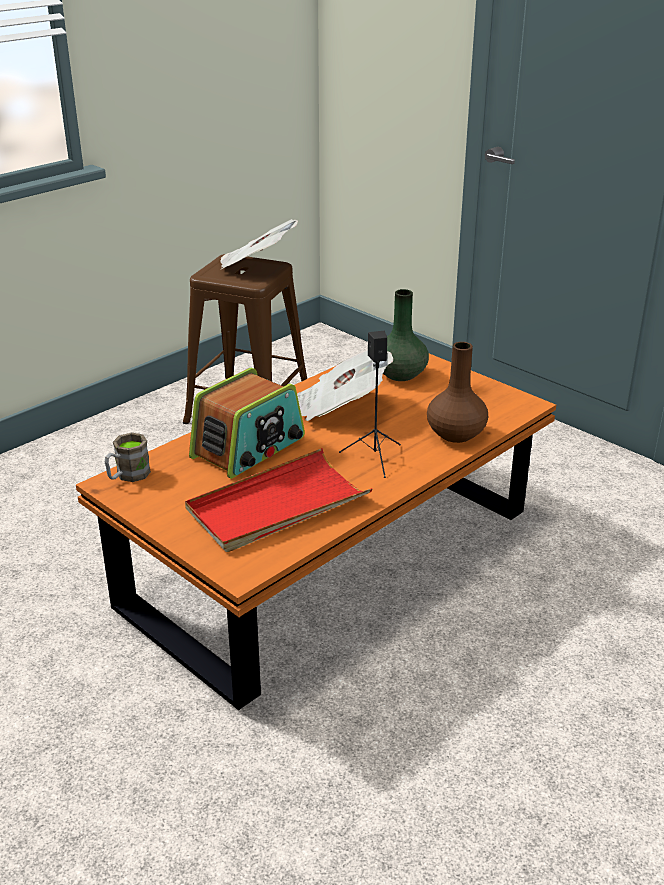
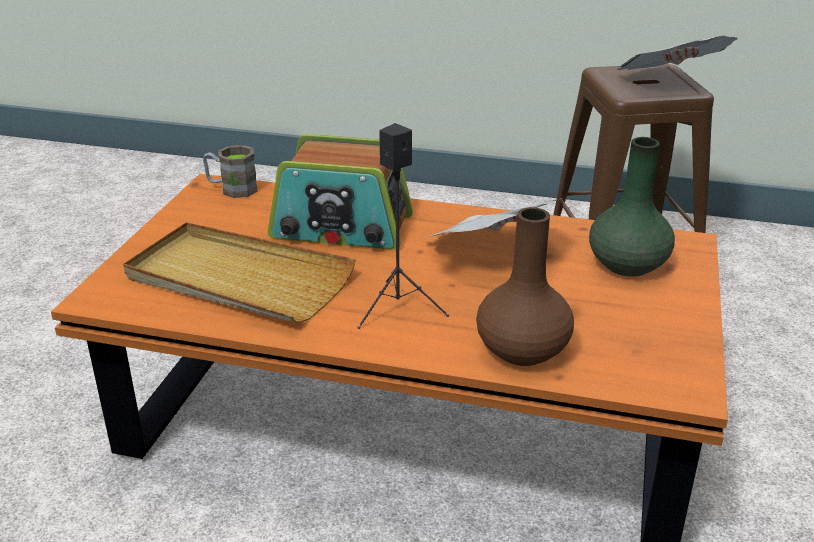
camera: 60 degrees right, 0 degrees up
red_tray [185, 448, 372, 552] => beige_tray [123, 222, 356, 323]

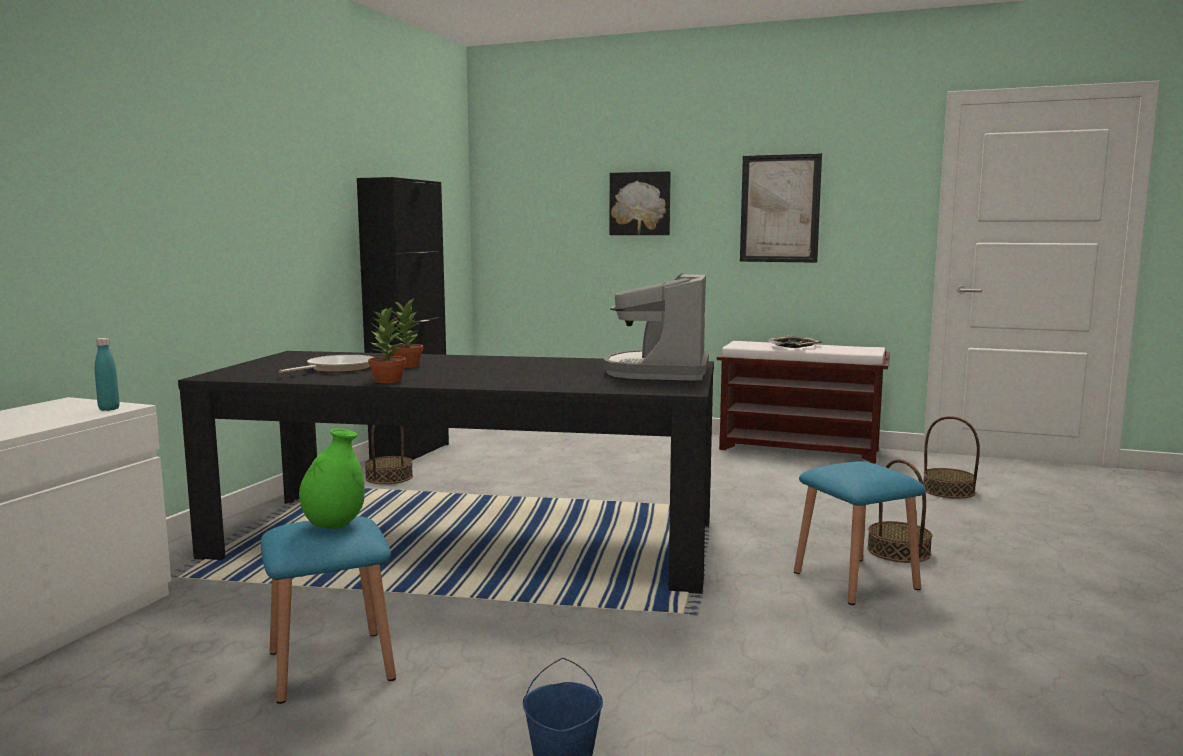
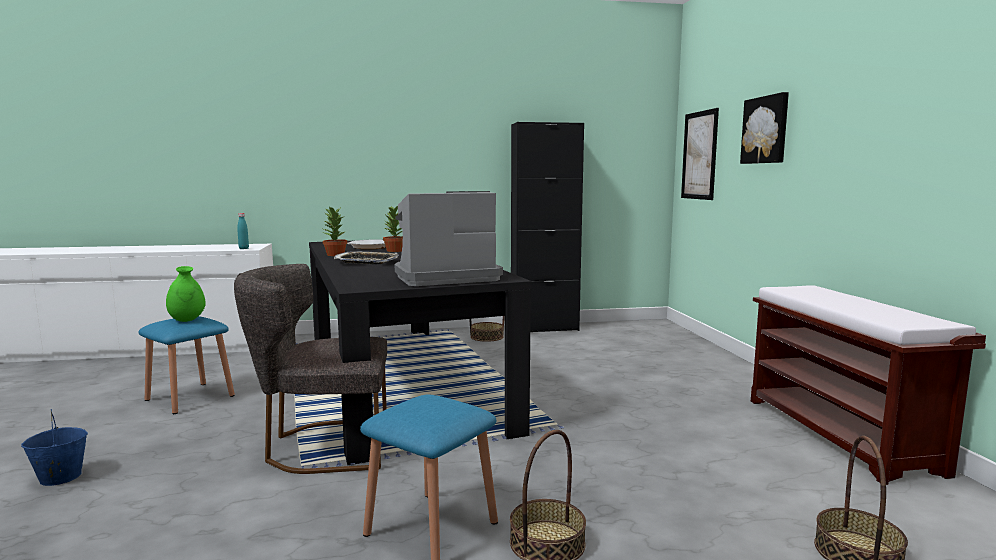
camera: 60 degrees right, 0 degrees up
nothing => grey_chair [234, 264, 387, 474]
tray [767, 336, 822, 348] => tray [334, 251, 399, 265], moved
picture [740, 153, 822, 263] => picture [681, 108, 719, 200], moved

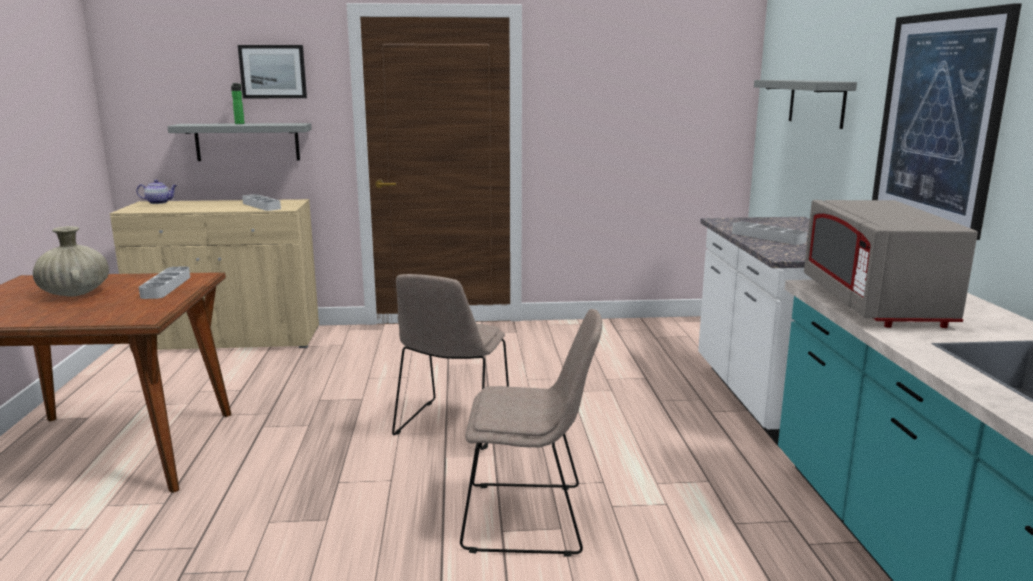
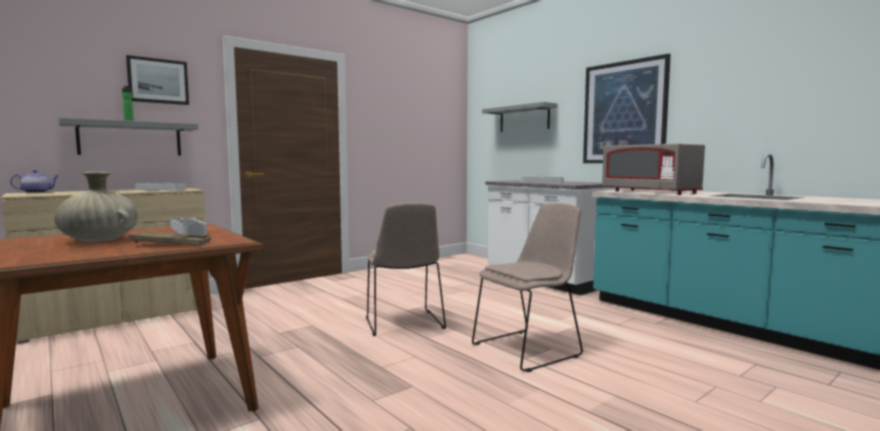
camera: 35 degrees left, 10 degrees down
nothing => brown_tray [129, 231, 211, 245]

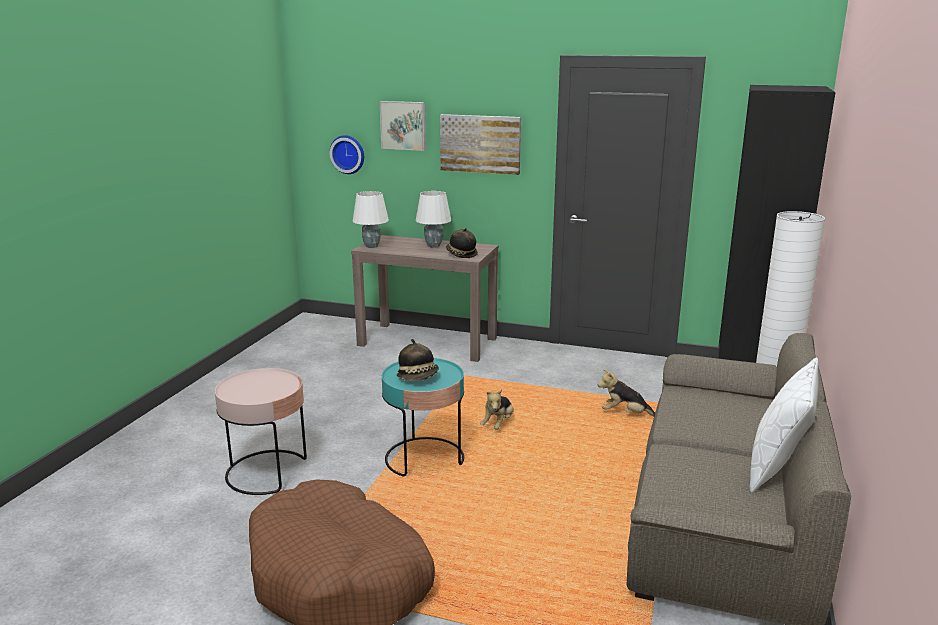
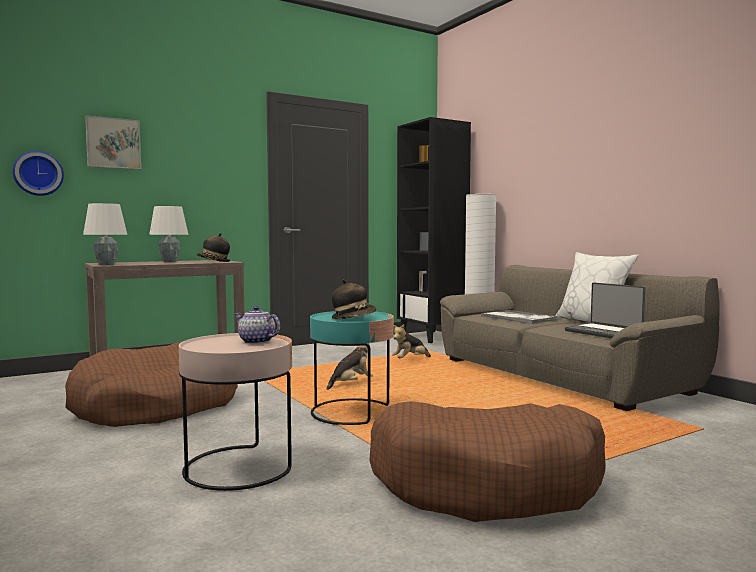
camera: 50 degrees left, 15 degrees down
nothing => brown_dog_bed [65, 341, 238, 427]
nothing => teapot [235, 306, 280, 344]
plush_toy [480, 389, 514, 430] => plush_toy [326, 343, 373, 390], 105 degrees counterclockwise
nothing => tray [481, 310, 558, 324]
nothing => laptop [565, 283, 645, 338]
picture [440, 114, 521, 175] => nothing

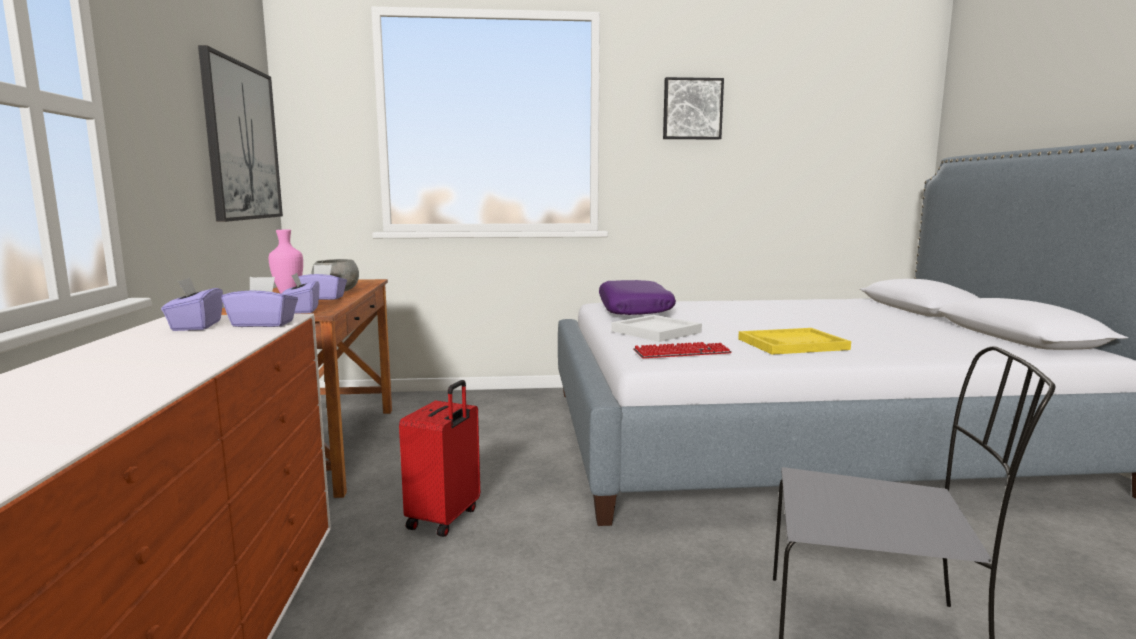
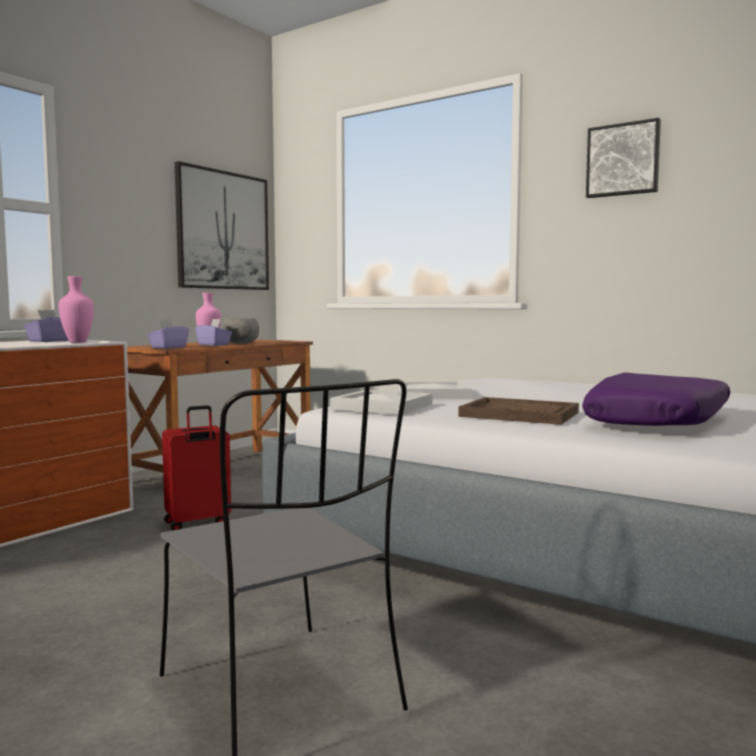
camera: 40 degrees right, 5 degrees down
purple_tissue_box [221, 277, 298, 327] => pink_vase [59, 276, 94, 343]
keyboard [633, 342, 732, 358] => white_tray [330, 390, 432, 414]
yellow_tray [738, 328, 851, 355] => brown_tray [458, 397, 579, 425]
purple_pillow [599, 280, 676, 315] => purple_pillow [582, 372, 730, 426], moved

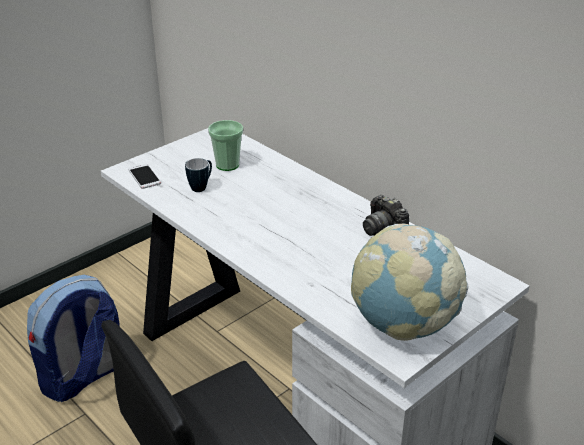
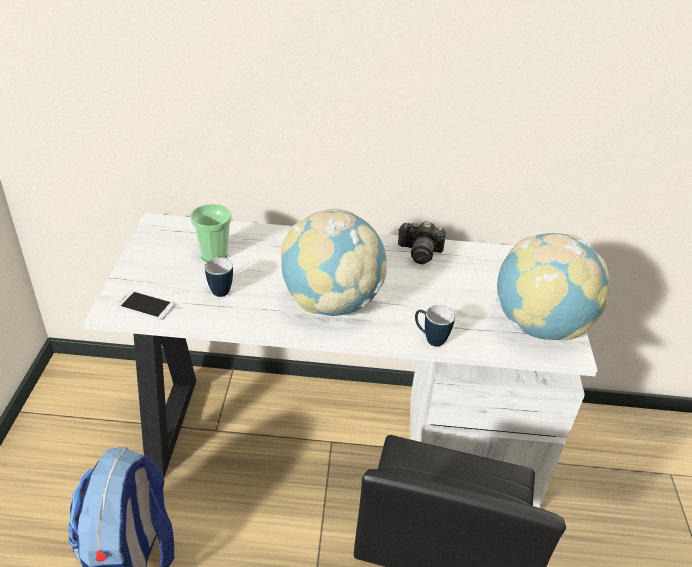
camera: 45 degrees left, 5 degrees up
nothing => globe [281, 209, 387, 316]
nothing => mug [415, 305, 455, 347]

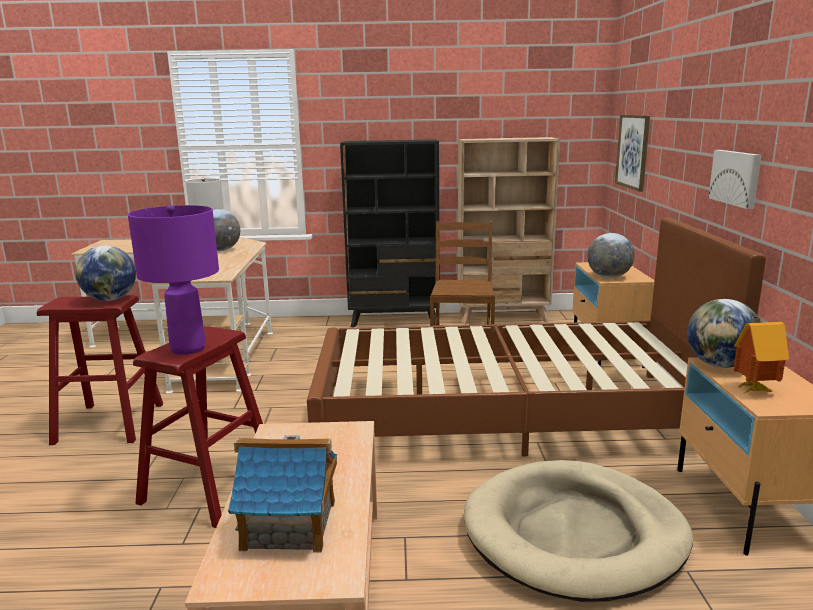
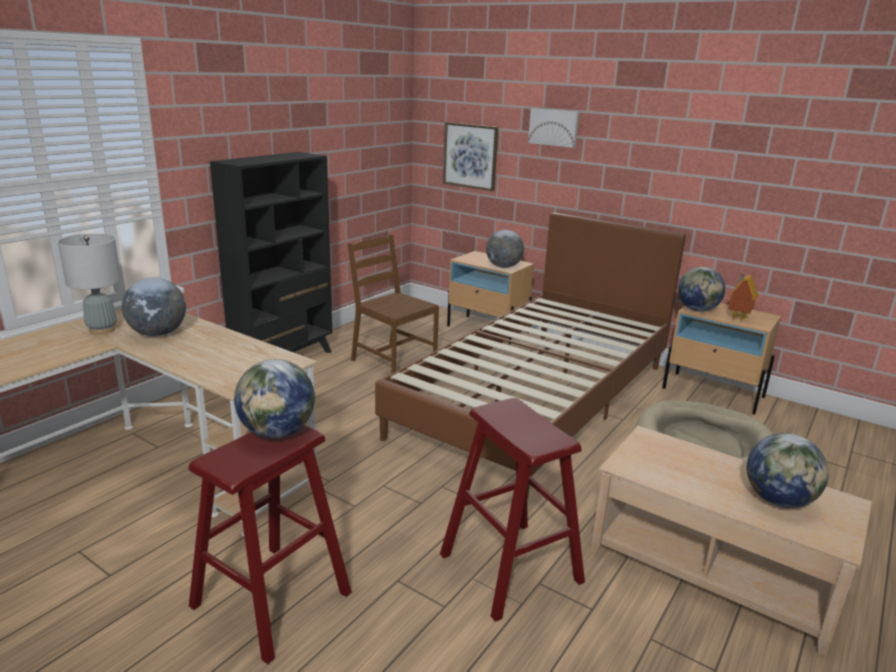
camera: 55 degrees left, 5 degrees up
picture [708, 150, 762, 209] => picture [528, 108, 579, 148], moved
toy_house [228, 435, 337, 553] => globe [747, 433, 829, 508]
purple_table_lamp [128, 205, 219, 355] => nothing
beige_bookcase [457, 137, 560, 325] => nothing

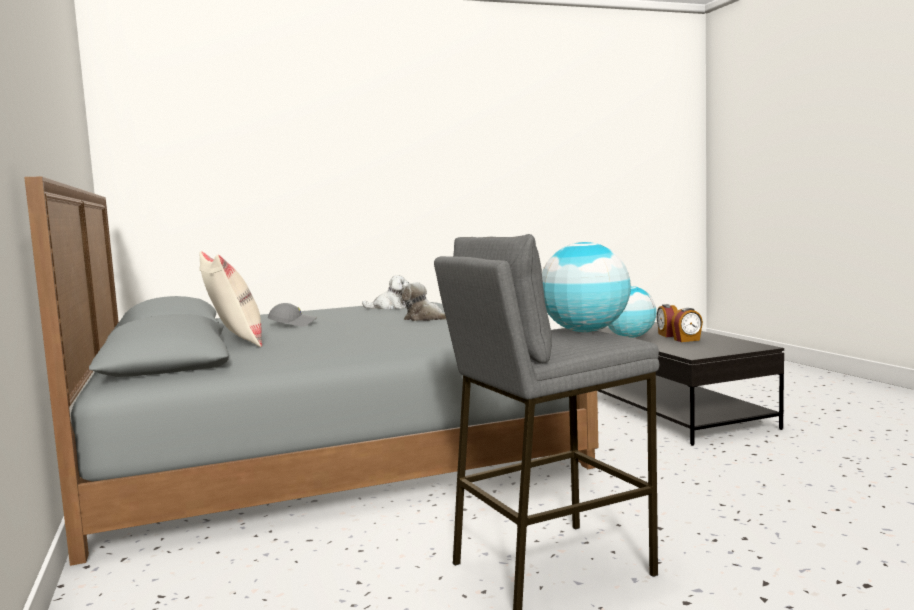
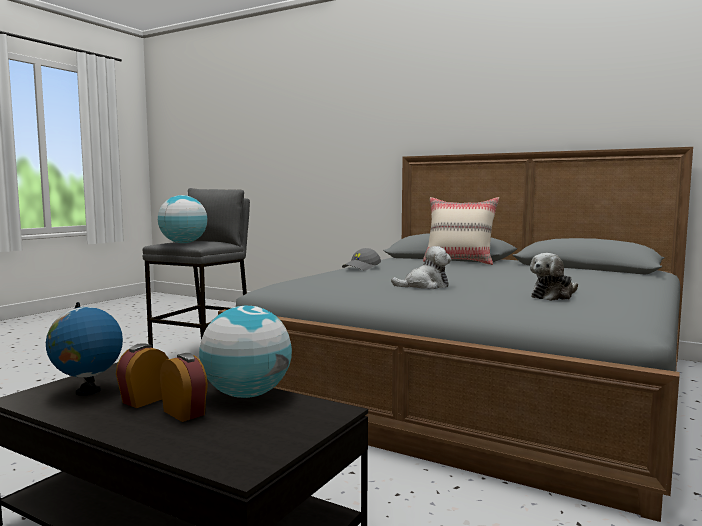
camera: 140 degrees right, 0 degrees up
nothing => globe [46, 302, 123, 396]
grey_cap [268, 303, 317, 327] => grey_cap [342, 248, 381, 270], moved

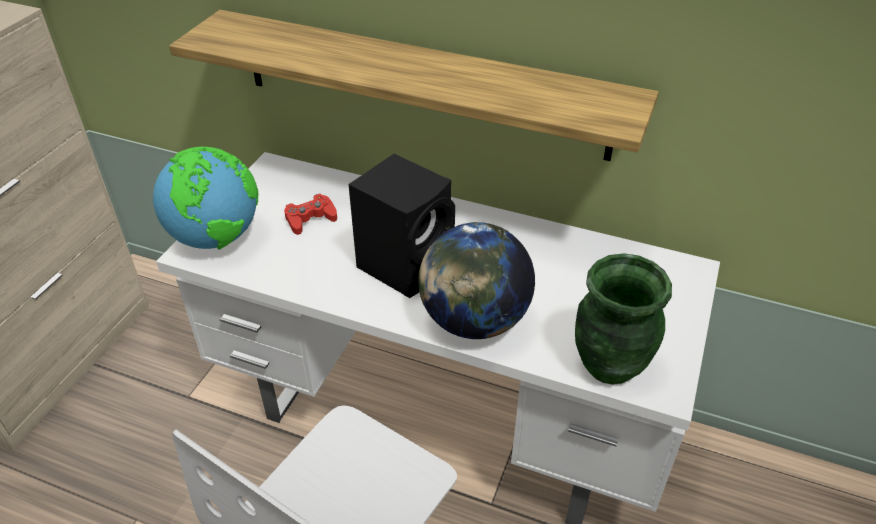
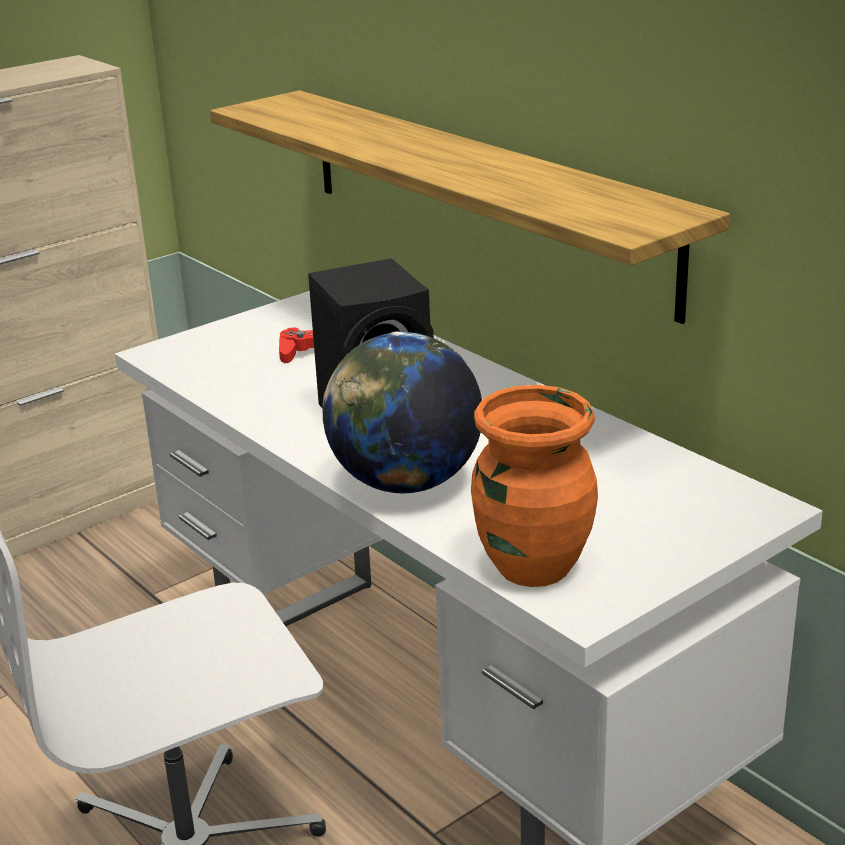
camera: 30 degrees right, 15 degrees down
green_vase [575, 253, 672, 385] => orange_vase [471, 385, 598, 587]
globe [153, 147, 259, 250] => nothing

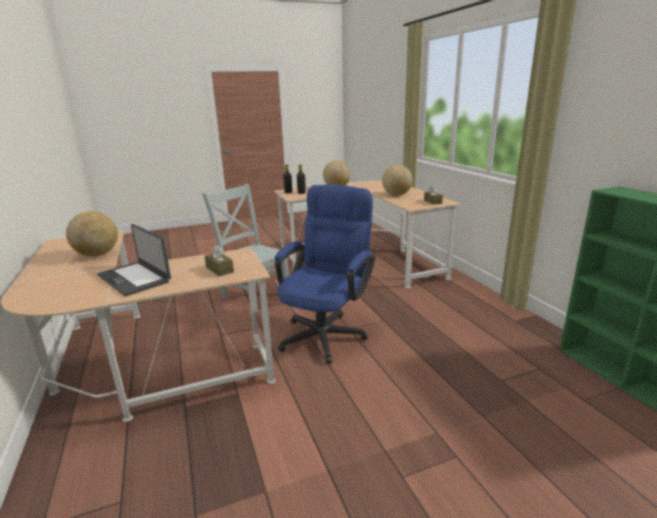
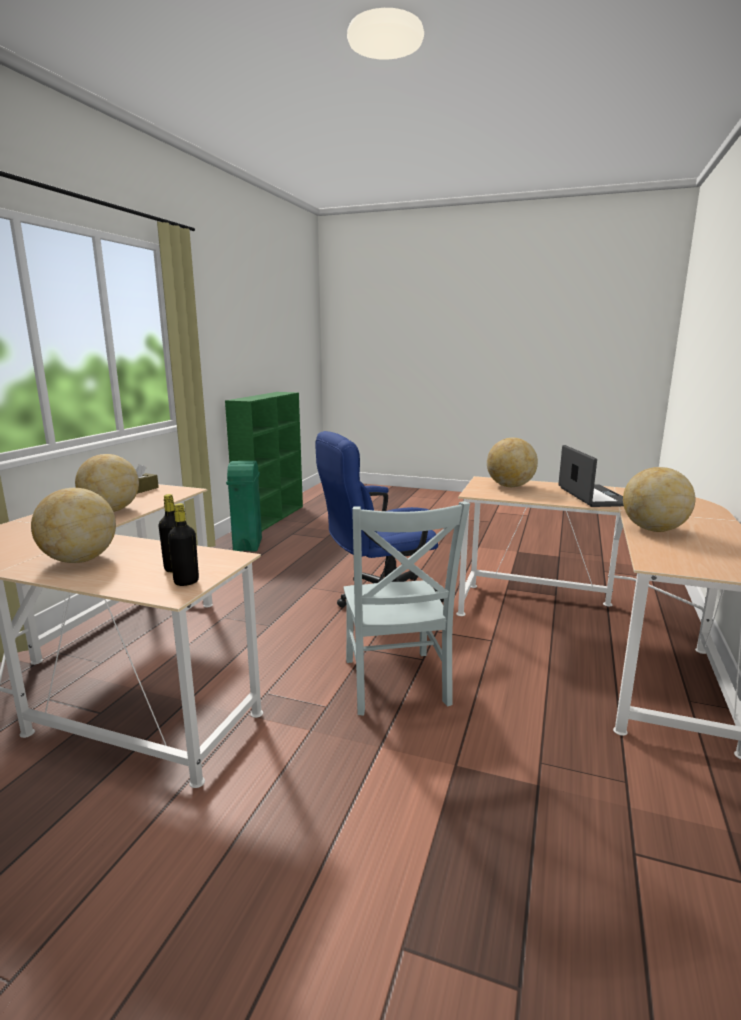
camera: 140 degrees left, 5 degrees down
nothing => green_trash_can [226, 461, 262, 552]
brown_tissue_box [205, 245, 234, 276] => globe [487, 438, 538, 487]

